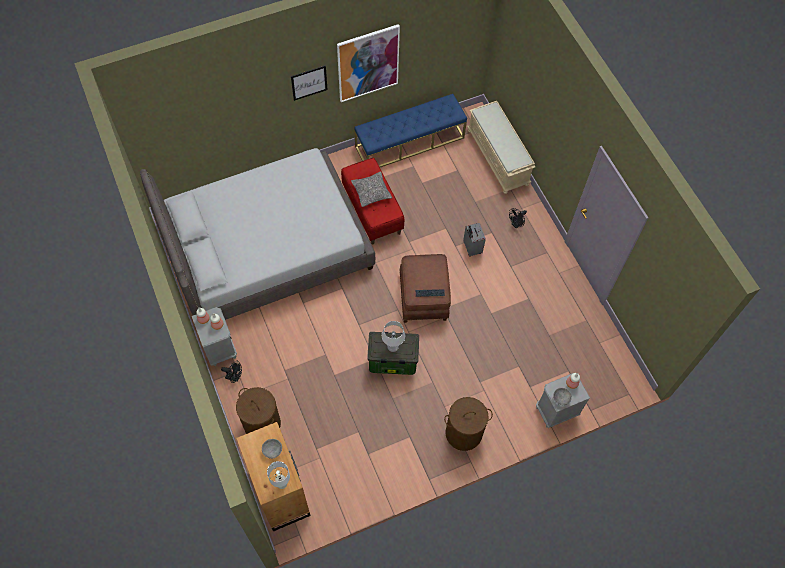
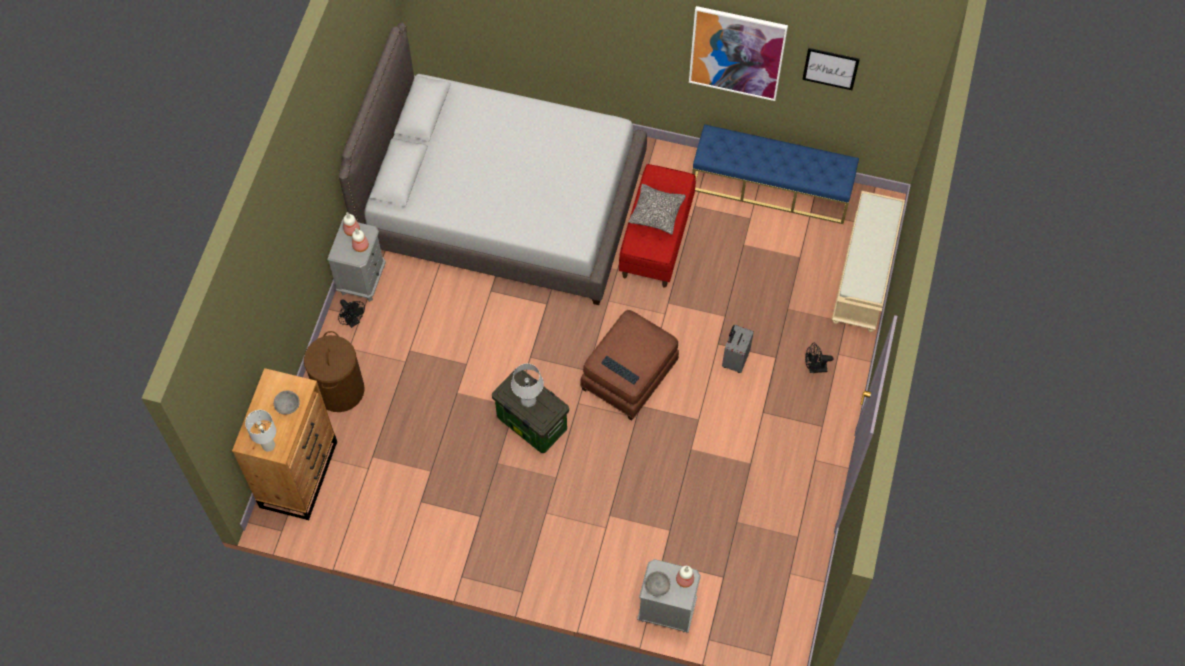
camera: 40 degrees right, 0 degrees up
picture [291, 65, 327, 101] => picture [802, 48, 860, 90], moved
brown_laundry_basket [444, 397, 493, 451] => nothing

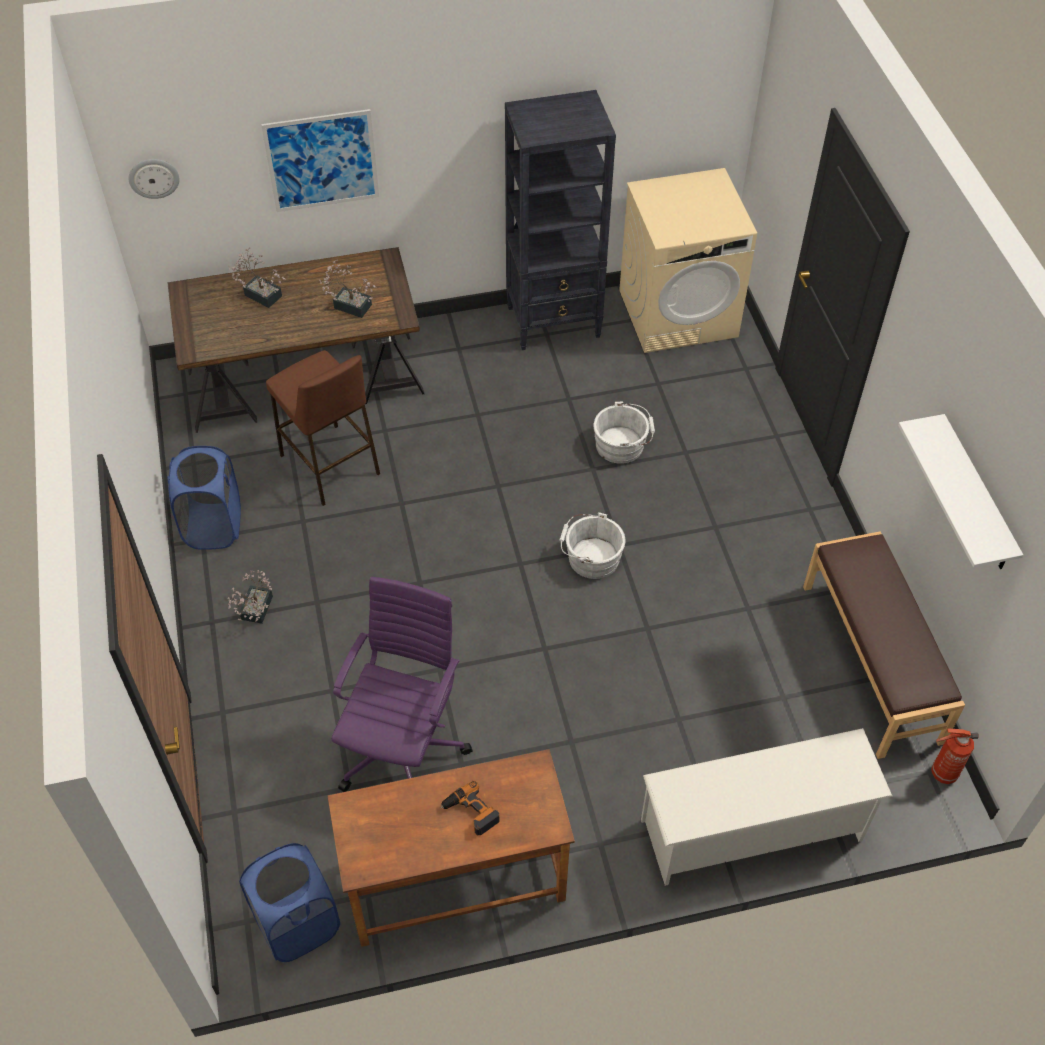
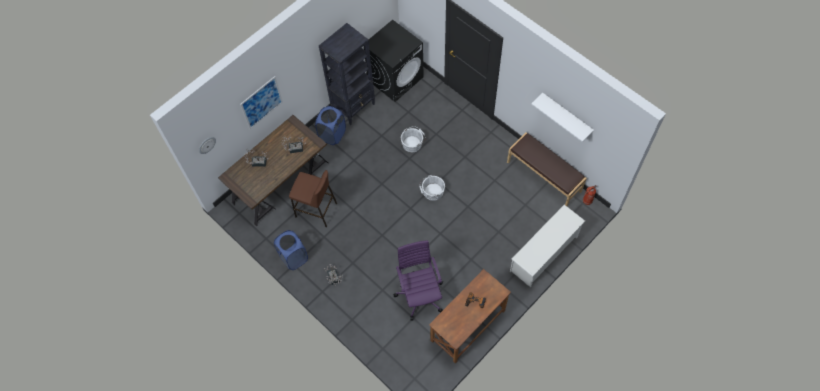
camera: 30 degrees left, 10 degrees up
blue_laundry_basket [239, 843, 340, 962] => blue_laundry_basket [315, 106, 346, 145], moved
beige_washing_machine [619, 168, 757, 353] => black_washing_machine [364, 20, 424, 102]

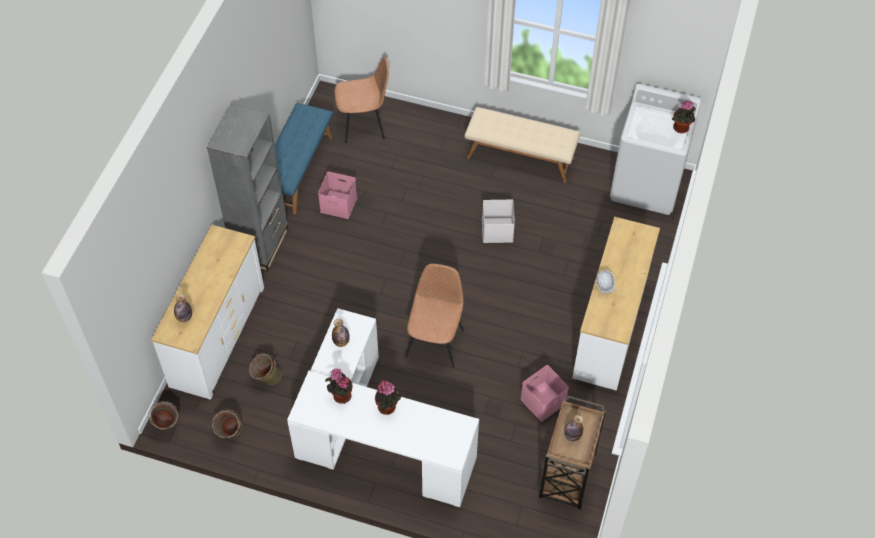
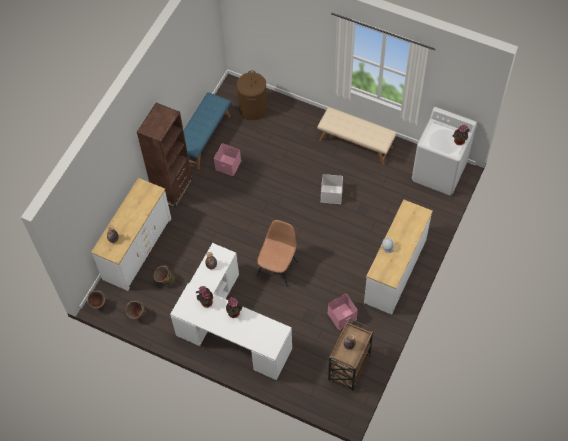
camera: 10 degrees right, 5 degrees up
grey_bookcase [207, 104, 288, 272] => brown_bookcase [137, 103, 193, 208]
brown_chair [335, 56, 389, 143] => brown_laundry_basket [237, 70, 267, 120]

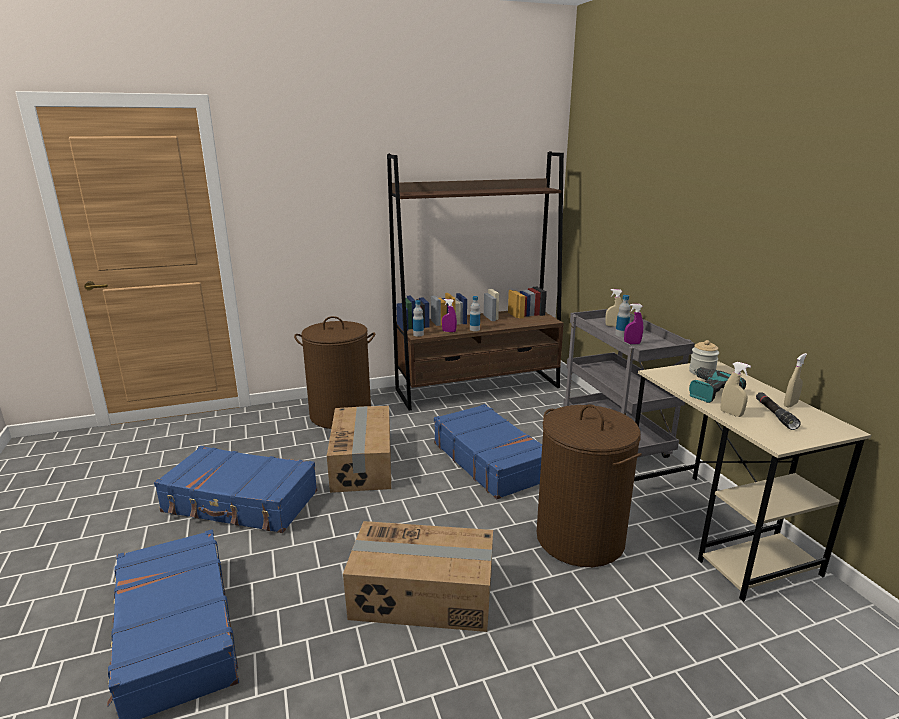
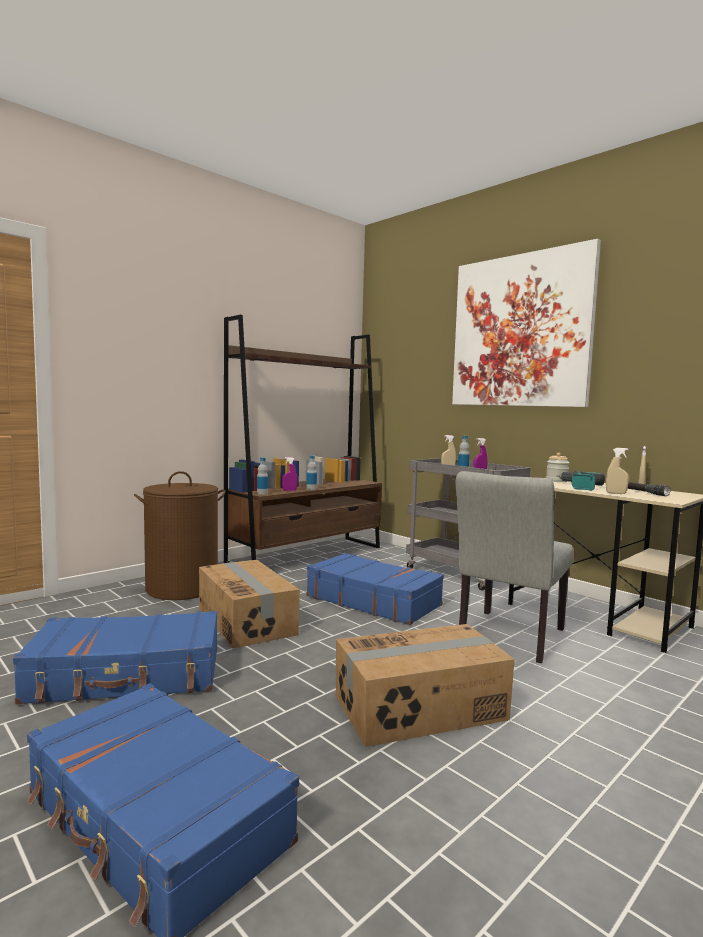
camera: 25 degrees left, 15 degrees down
nothing => picture [452, 239, 601, 407]
brown_laundry_basket [537, 404, 642, 567] => grey_chair [456, 471, 573, 663]

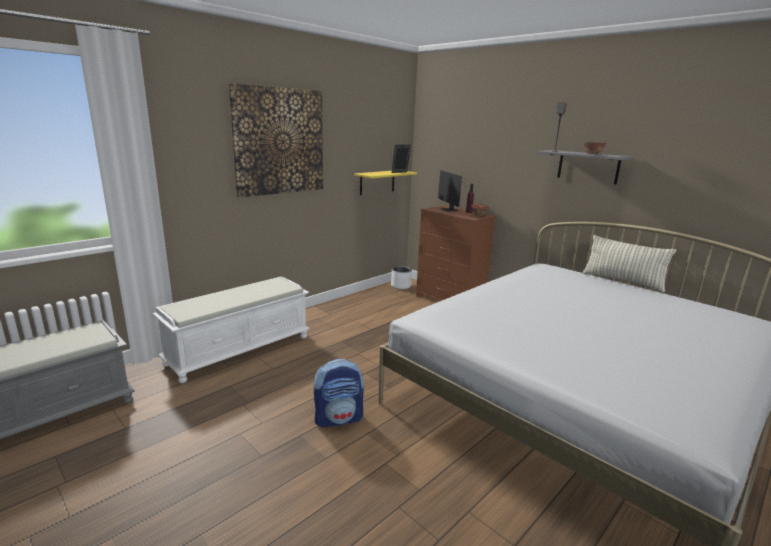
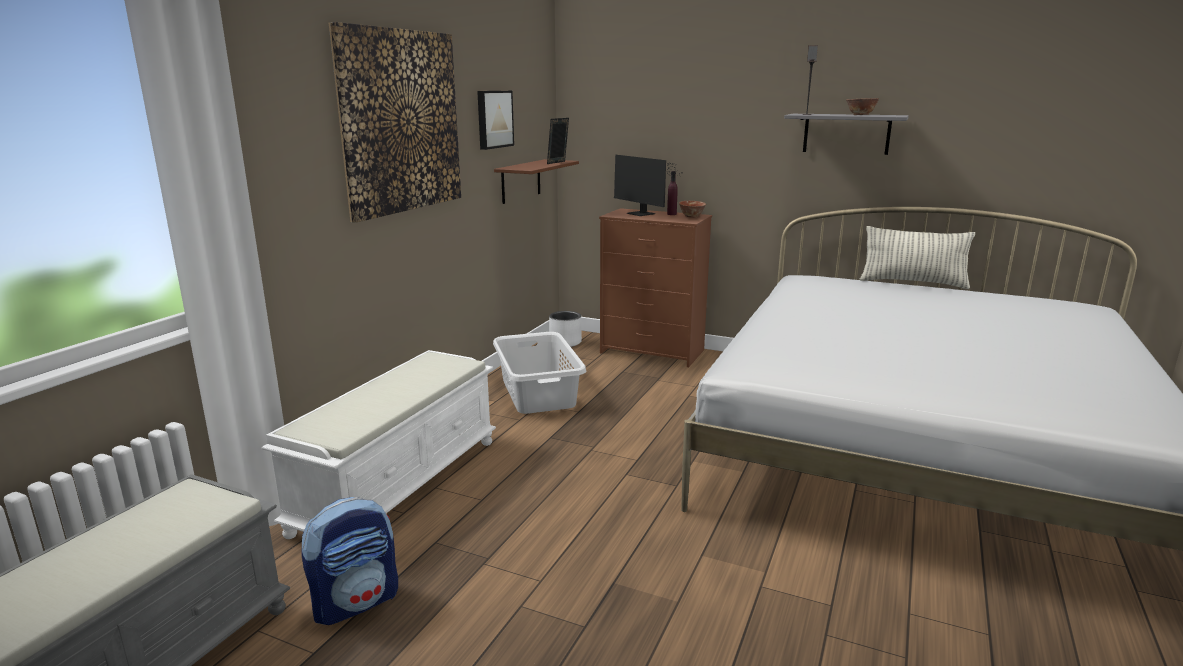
camera: 20 degrees left, 0 degrees up
backpack [314, 359, 364, 427] => backpack [301, 497, 398, 625], moved
nothing => picture [477, 91, 514, 150]
nothing => grey_laundry_basket [493, 332, 586, 414]
yellow_shelf [354, 171, 417, 195] => brown_shelf [494, 159, 579, 204]

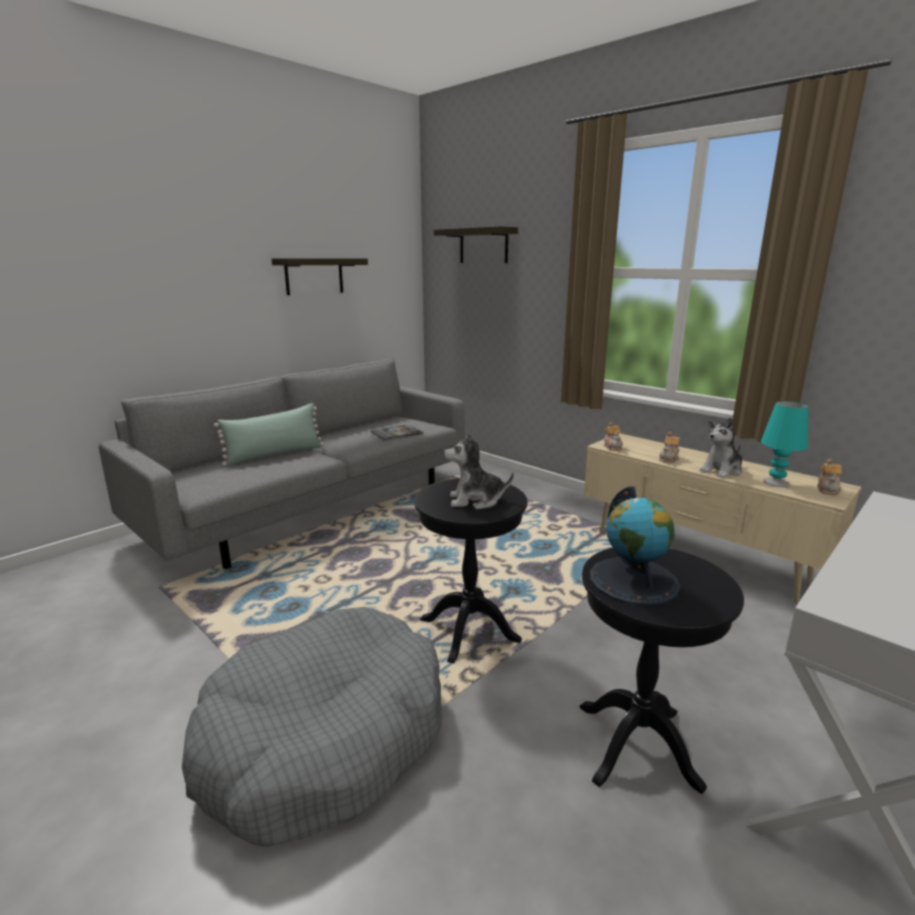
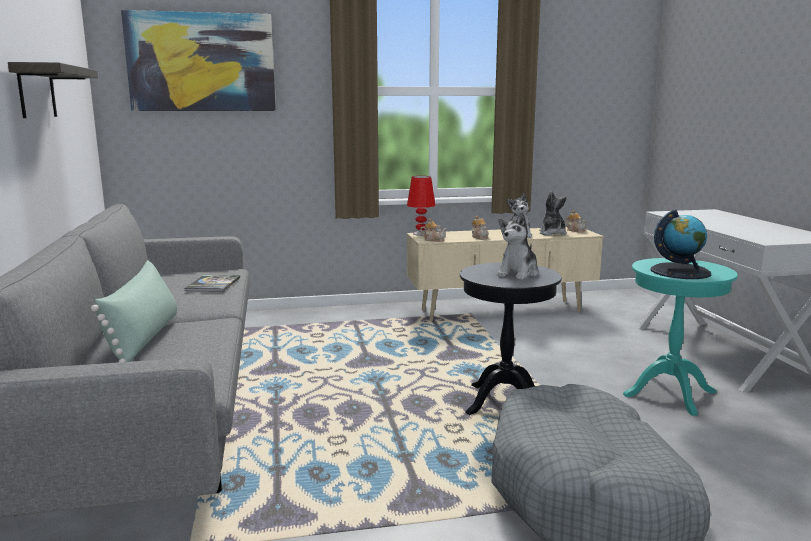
camera: 55 degrees left, 5 degrees down
shelf [434, 226, 518, 263] => picture [121, 10, 276, 111]
nothing => red_table_lamp [407, 176, 436, 236]
turquoise_table_lamp [761, 401, 808, 487] => plush_toy [539, 191, 567, 236]
black_side_table [580, 548, 744, 794] => turquoise_side_table [623, 258, 738, 416]

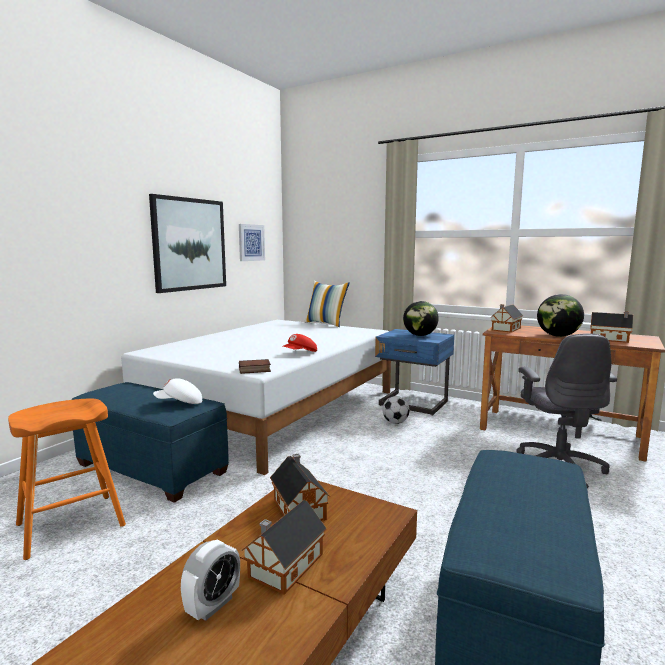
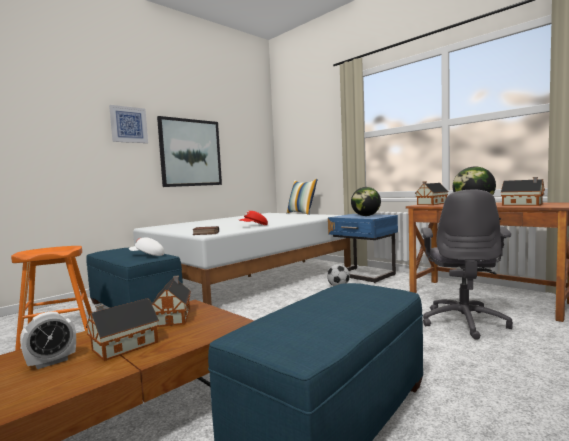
camera: 15 degrees right, 5 degrees down
picture [239, 224, 265, 261] => picture [109, 105, 148, 143], moved

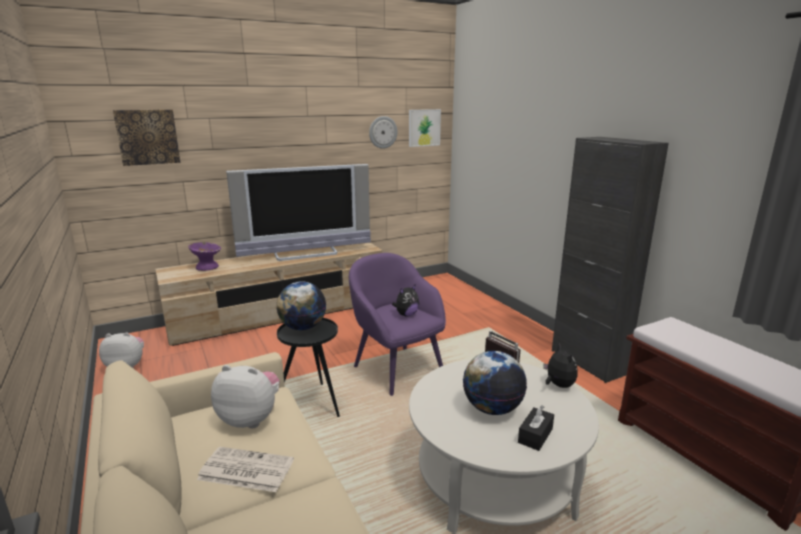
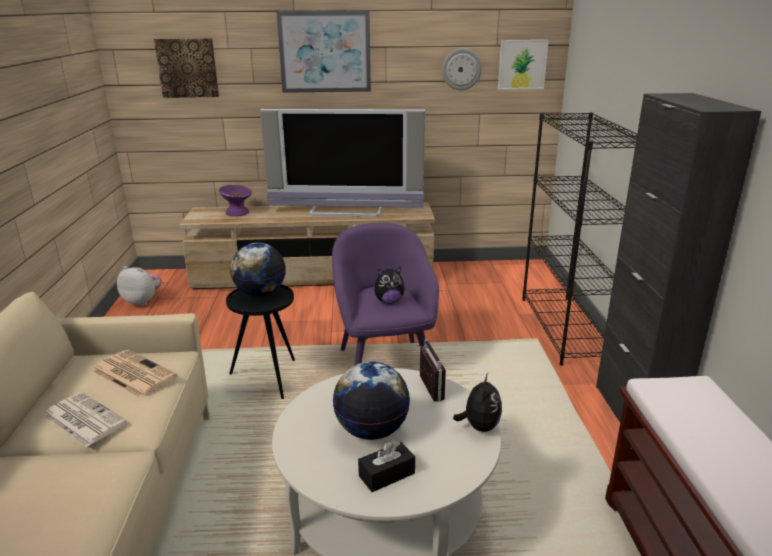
camera: 25 degrees right, 5 degrees up
plush_toy [211, 365, 280, 428] => newspaper [92, 350, 178, 398]
nothing => picture [277, 10, 371, 93]
nothing => black_bookcase [522, 112, 637, 366]

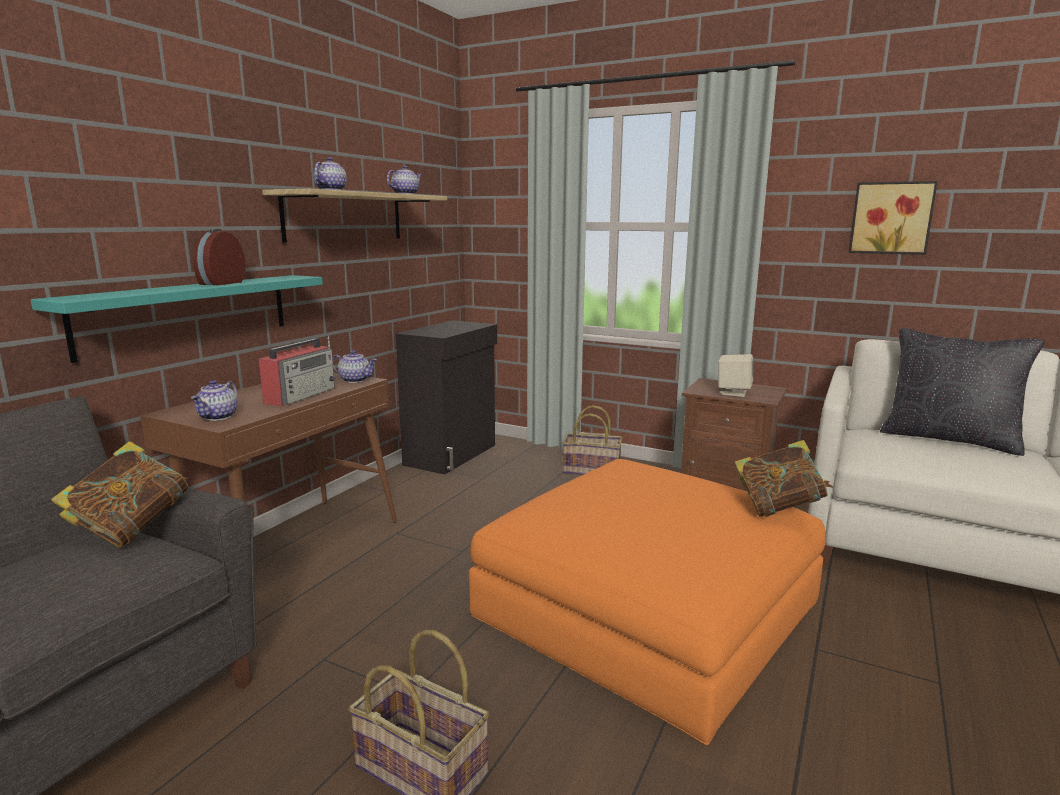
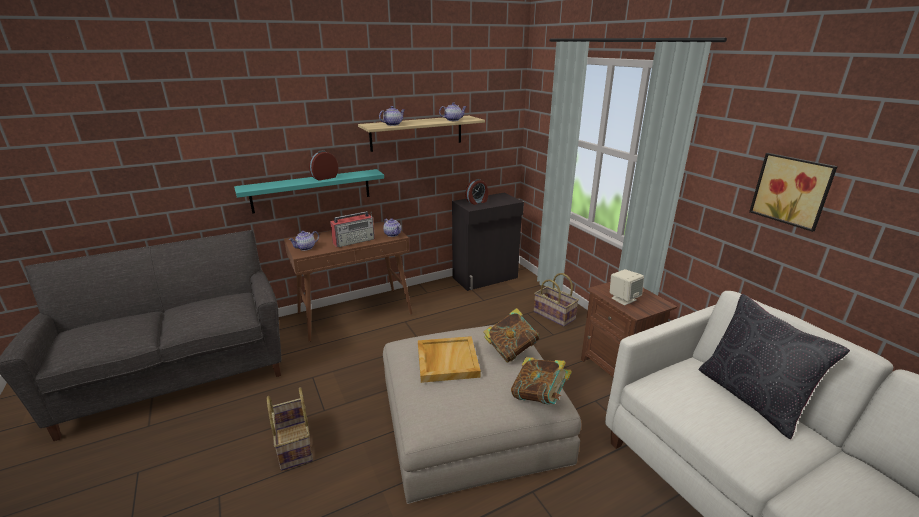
camera: 35 degrees right, 10 degrees up
orange_ottoman [469, 459, 826, 745] => beige_ottoman [383, 325, 581, 504]
nothing => beige_tray [418, 336, 481, 383]
nothing => alarm_clock [466, 179, 488, 205]
book [51, 441, 188, 548] => book [483, 308, 539, 363], moved

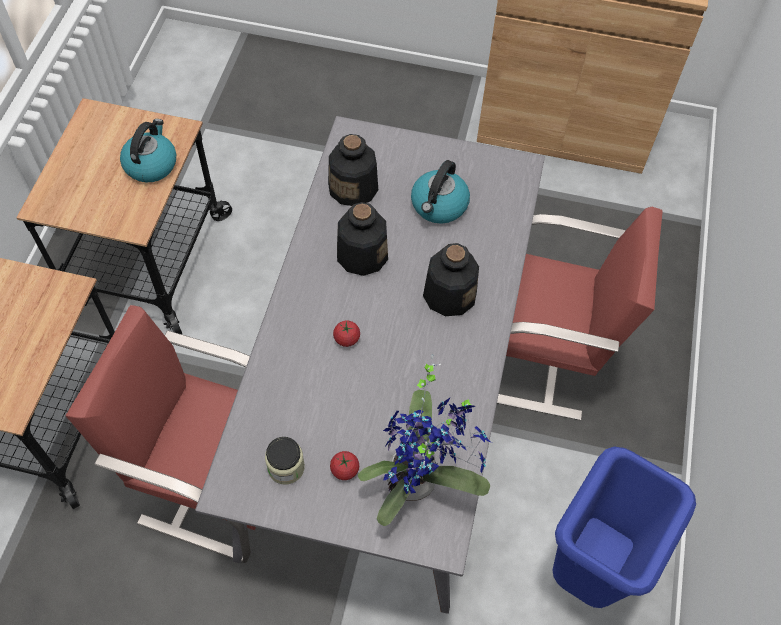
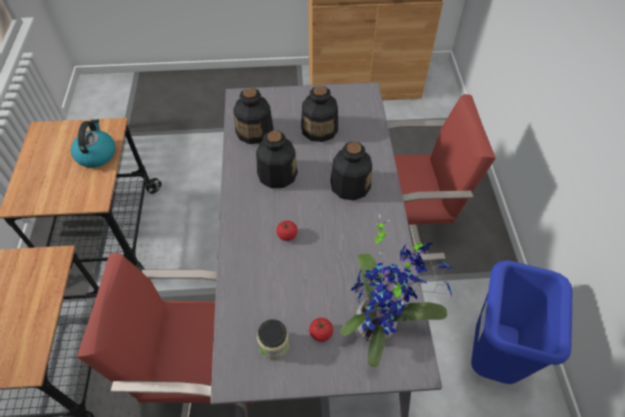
camera: 15 degrees left, 5 degrees down
kettle [411, 160, 470, 224] => bottle [301, 86, 338, 142]

